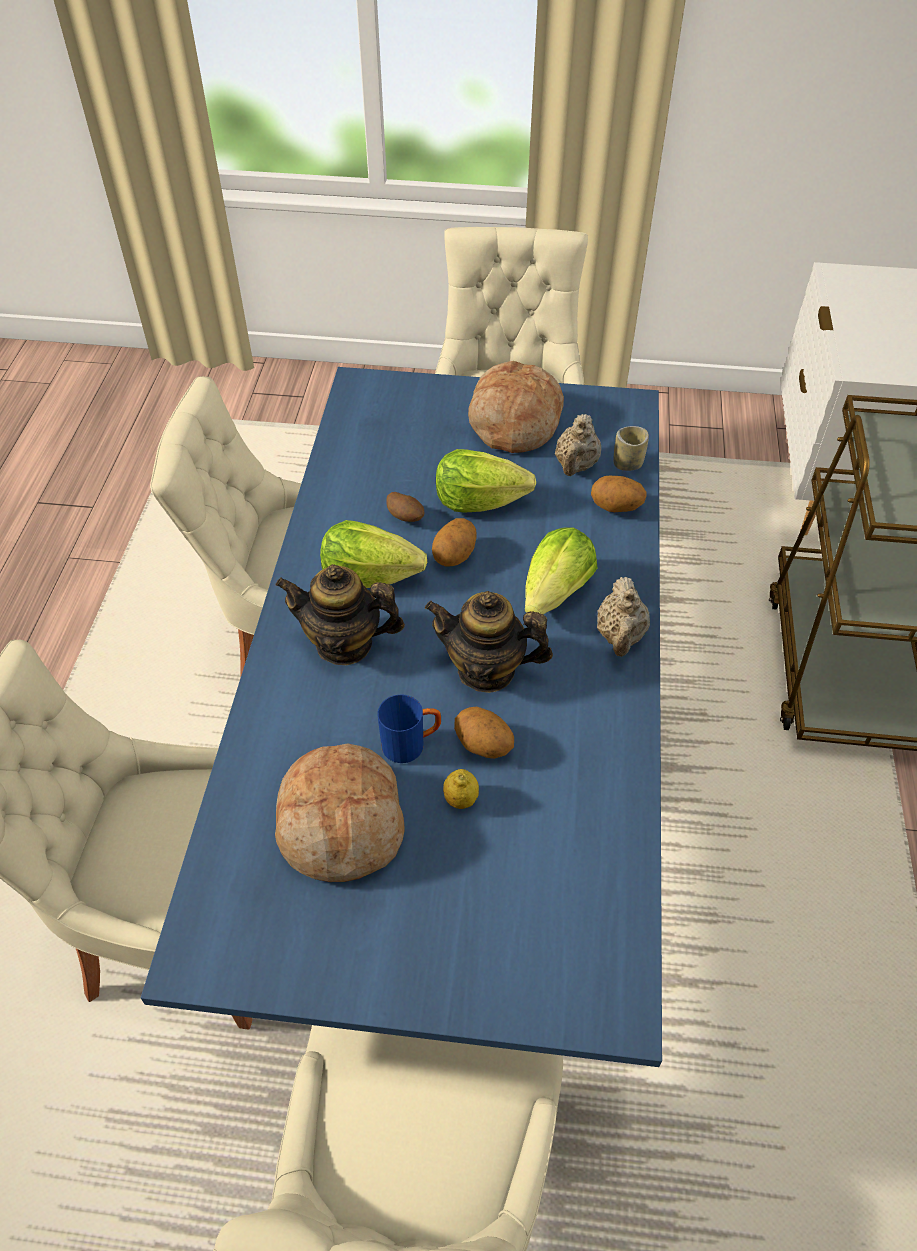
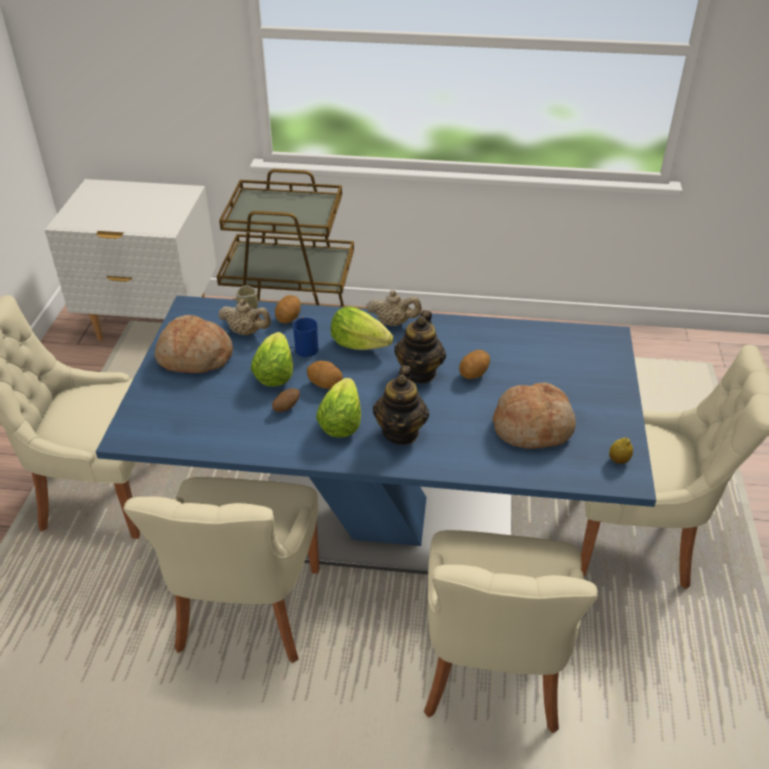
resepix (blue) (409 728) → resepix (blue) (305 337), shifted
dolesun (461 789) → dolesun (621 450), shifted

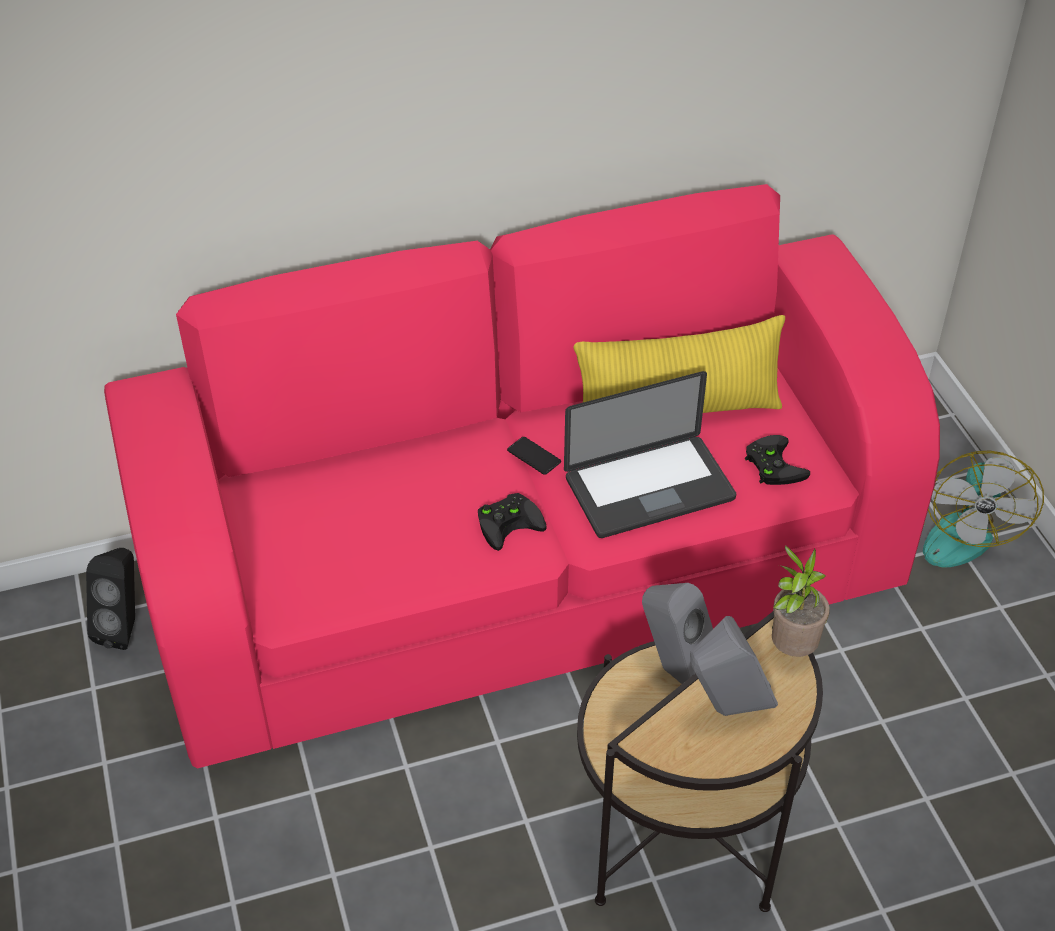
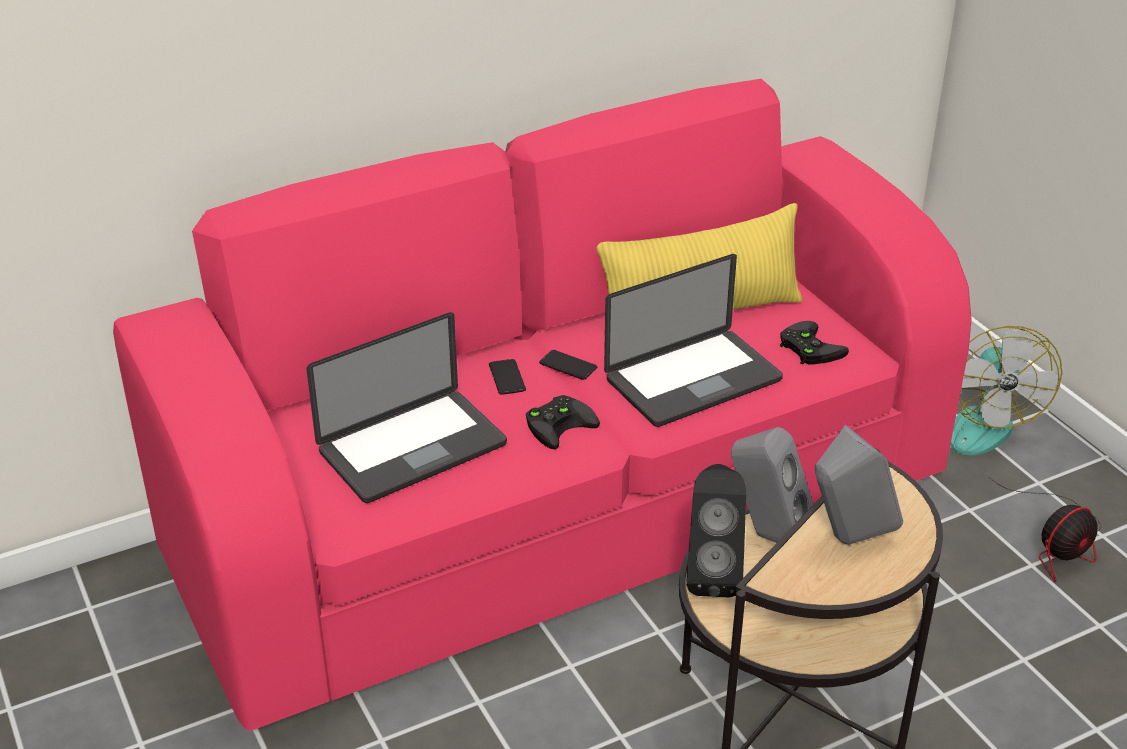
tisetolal (801 601) → -
- → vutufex (407 407)
- → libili (507 377)
- → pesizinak (1045 529)
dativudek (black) (110 599) → dativudek (black) (716 531), shifted

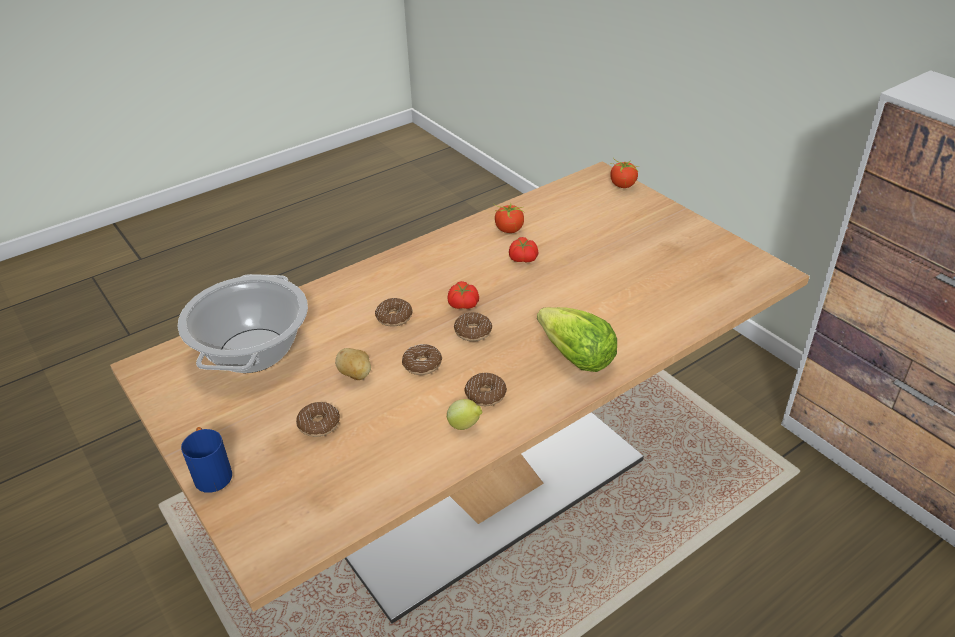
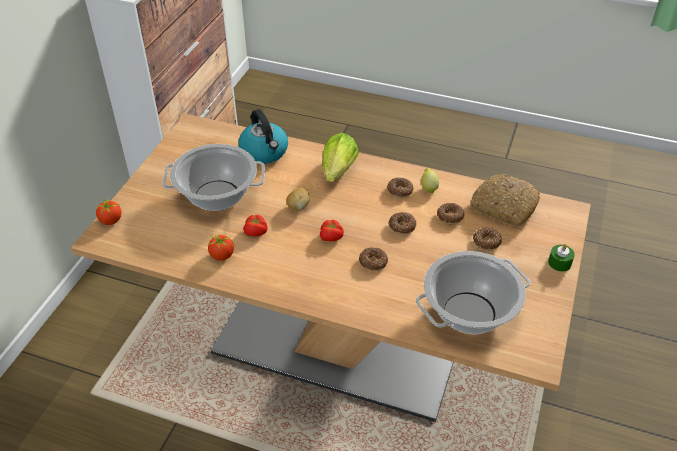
- → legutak (213 177)
- → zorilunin (263 136)
- → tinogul (505 200)
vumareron (353 364) → vumareron (298 199), shifted
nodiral (473 326) → nodiral (451 213), shifted
resepix (blue) (206 460) → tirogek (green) (561 258)

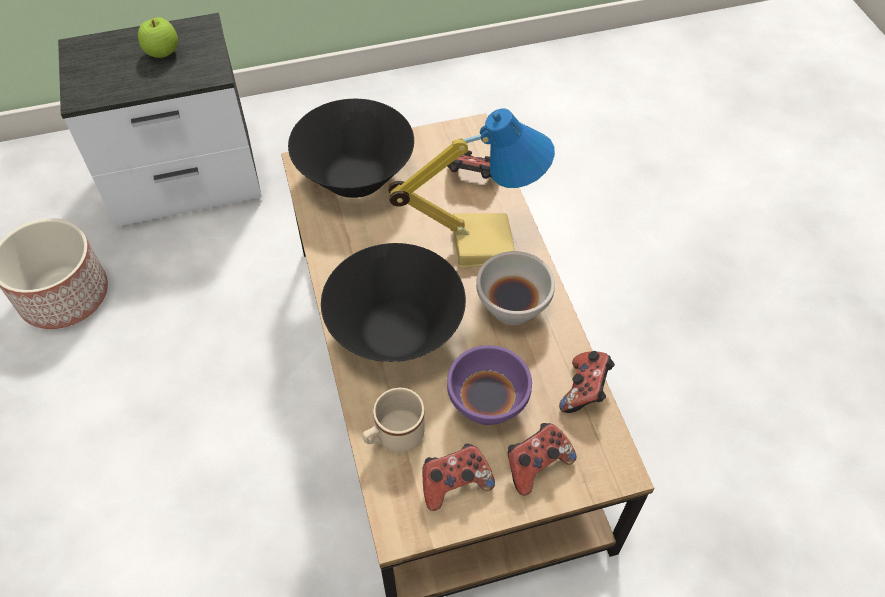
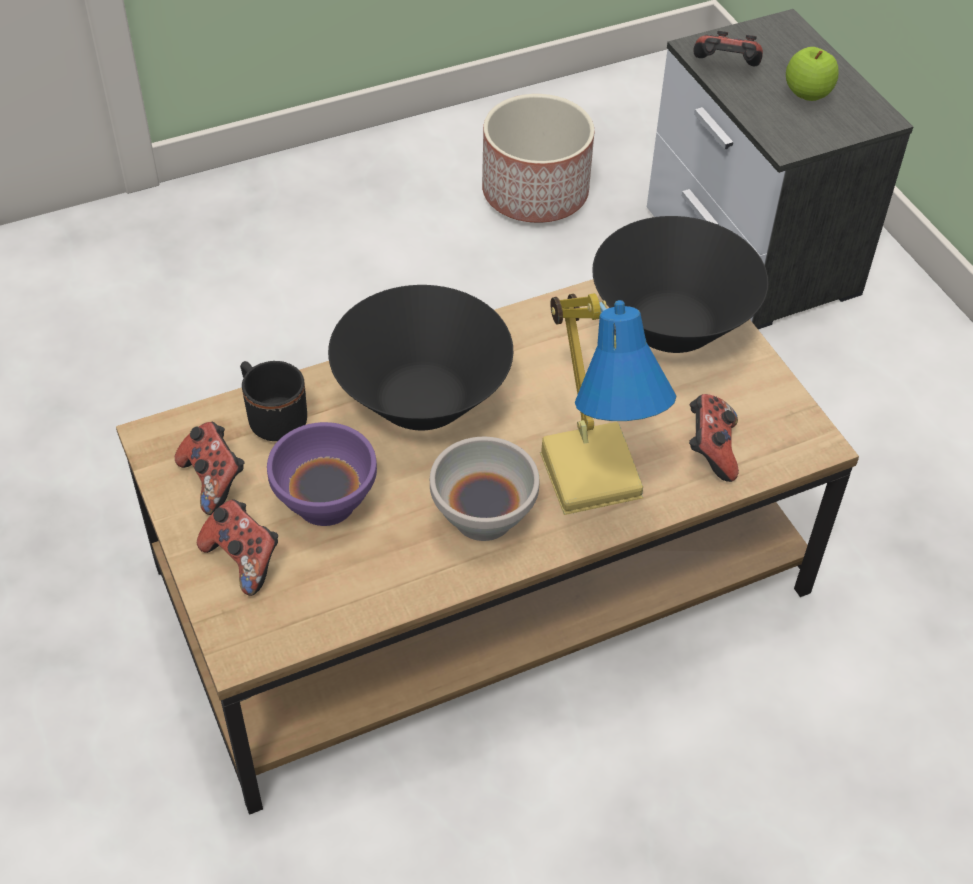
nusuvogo (587 382) → nusuvogo (728 48), shifted
resepix (beige) (393 420) → resepix (black) (273 401)

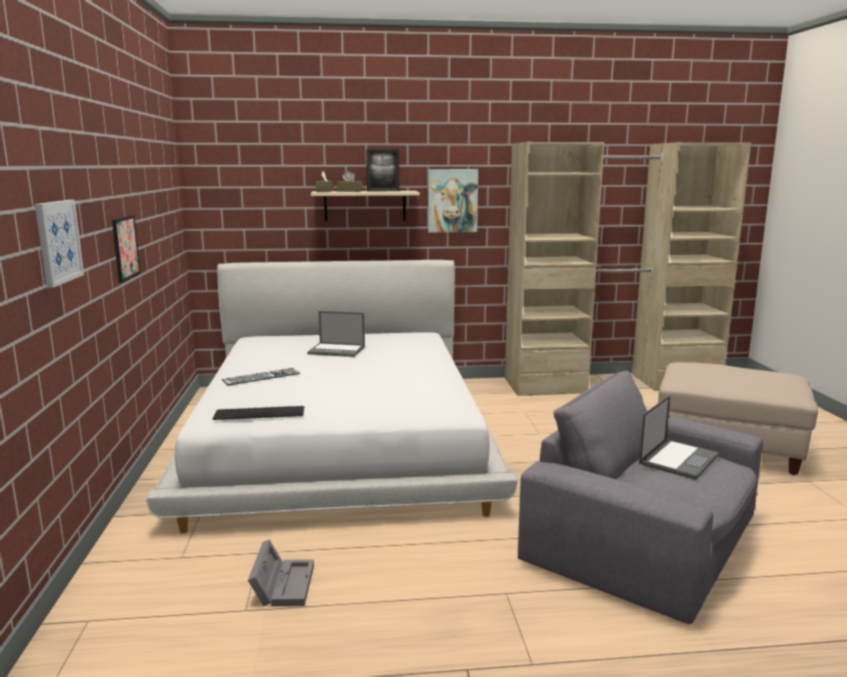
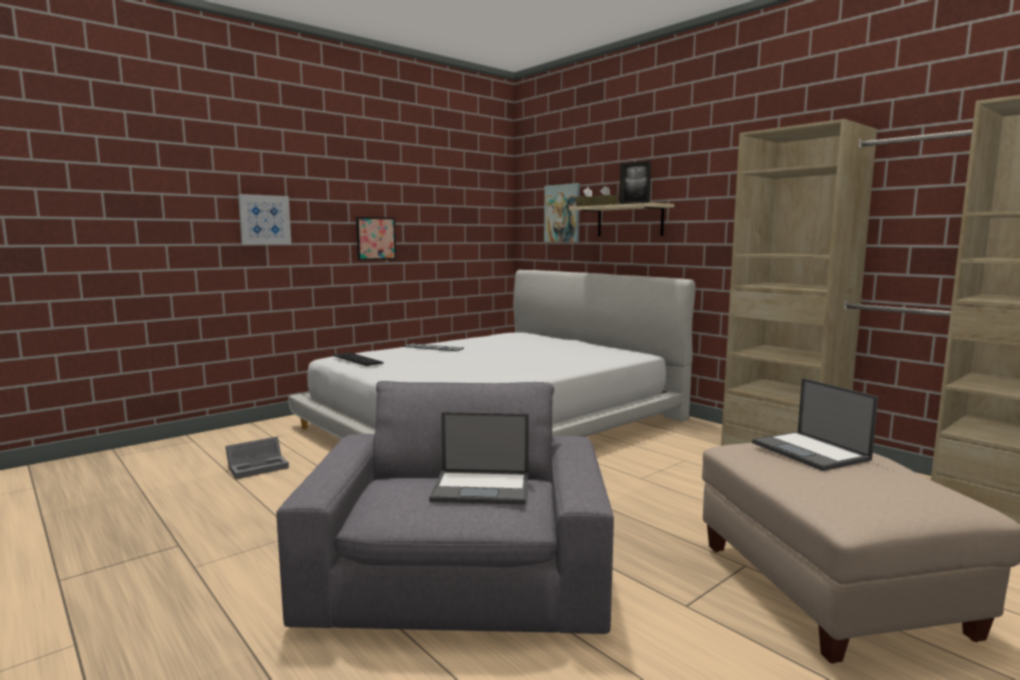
vutufex (336 334) → vutufex (815 424), shifted
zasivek (453 201) → zasivek (562 212), shifted

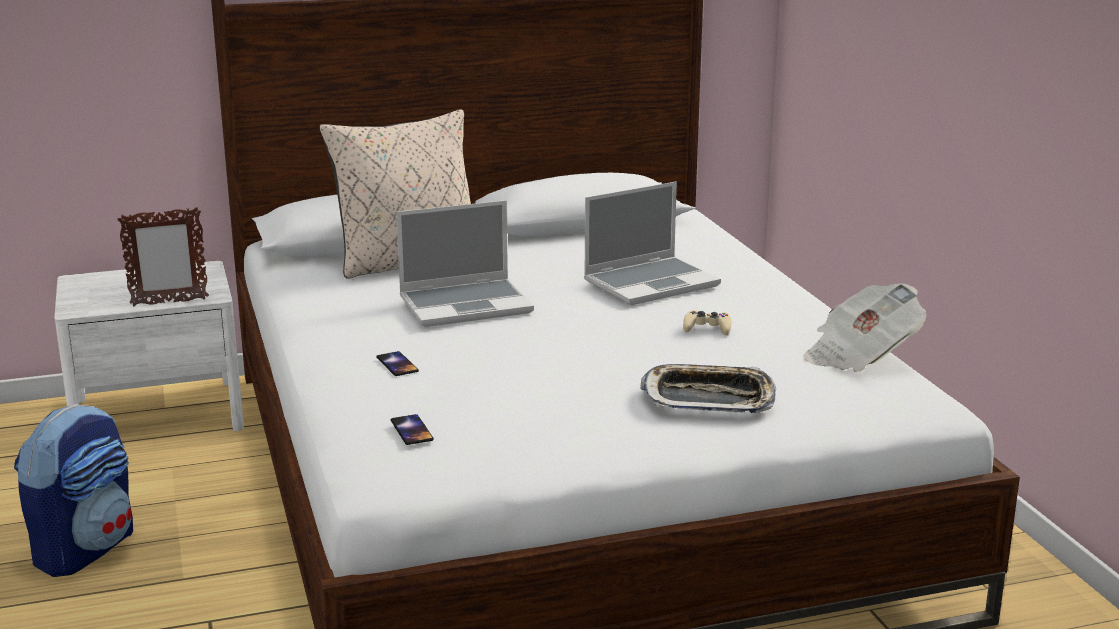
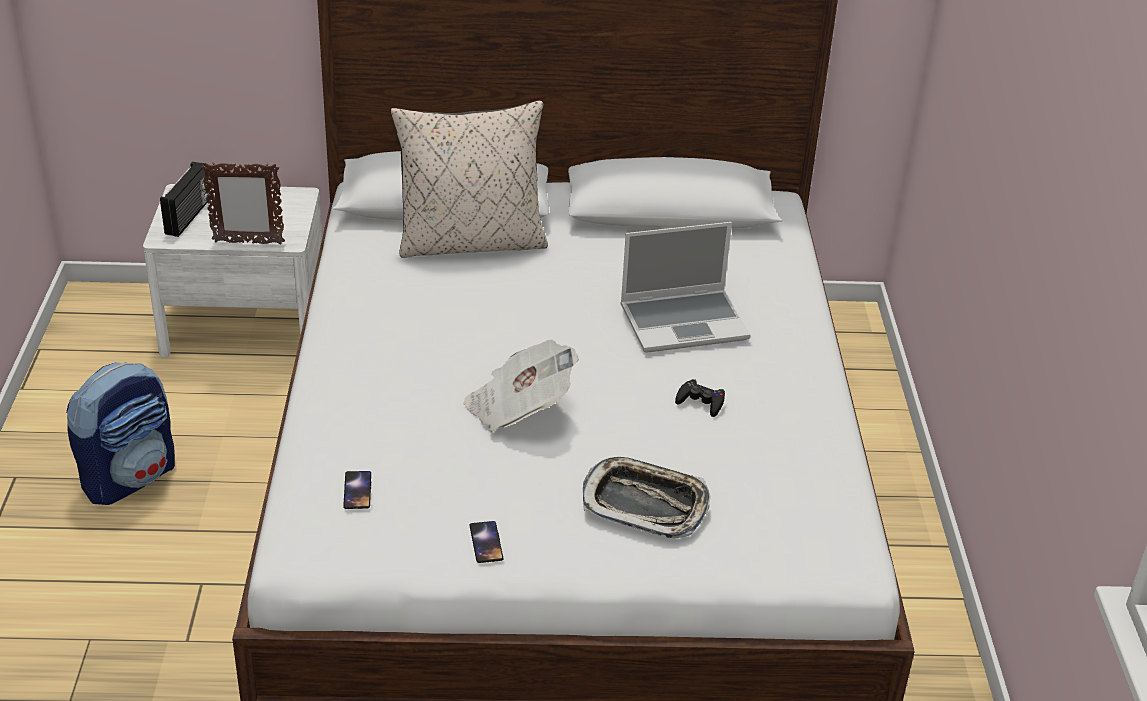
vutufex (465 263) → -
- → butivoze (184 199)
libili (397 363) → libili (487 542), shifted
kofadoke (865 327) → kofadoke (521 386), shifted
nusuvogo (beige) (707 322) → nusuvogo (black) (700 398)

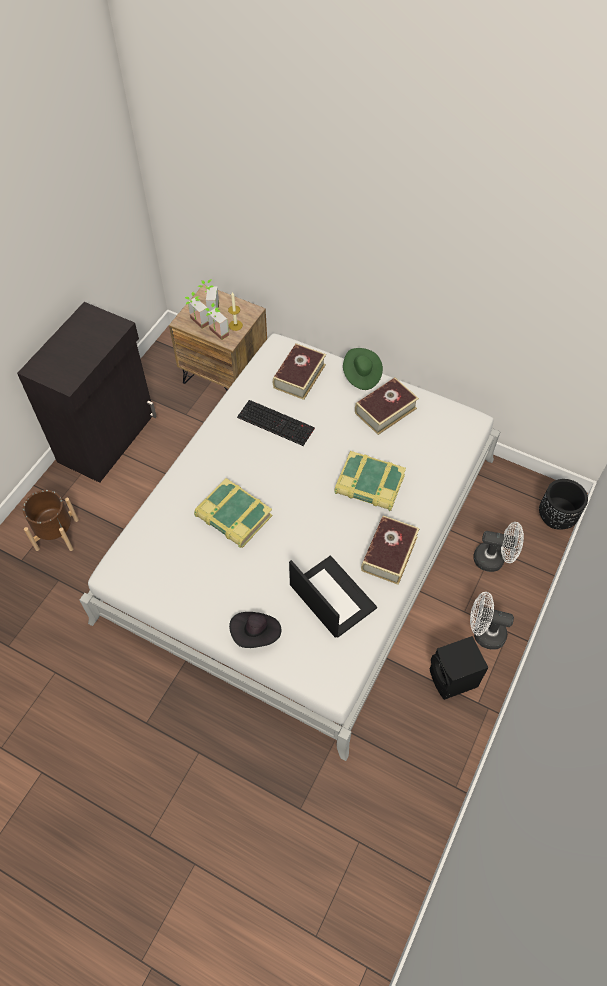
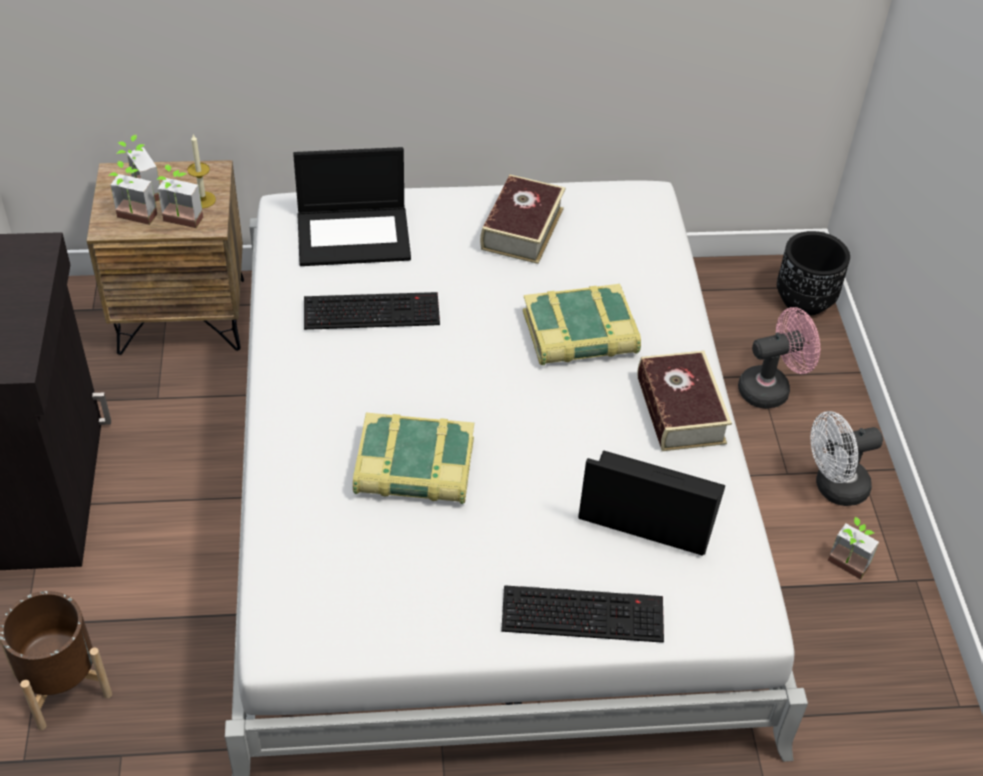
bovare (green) (363 369) → -
bovare (black) (255 630) → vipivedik (582 614)
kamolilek (299 371) → vutufex (352 206)
dativudek (black) (459 668) → tisetolal (853 548)
pesizinak (white) (499 547) → pesizinak (pink) (779 358)

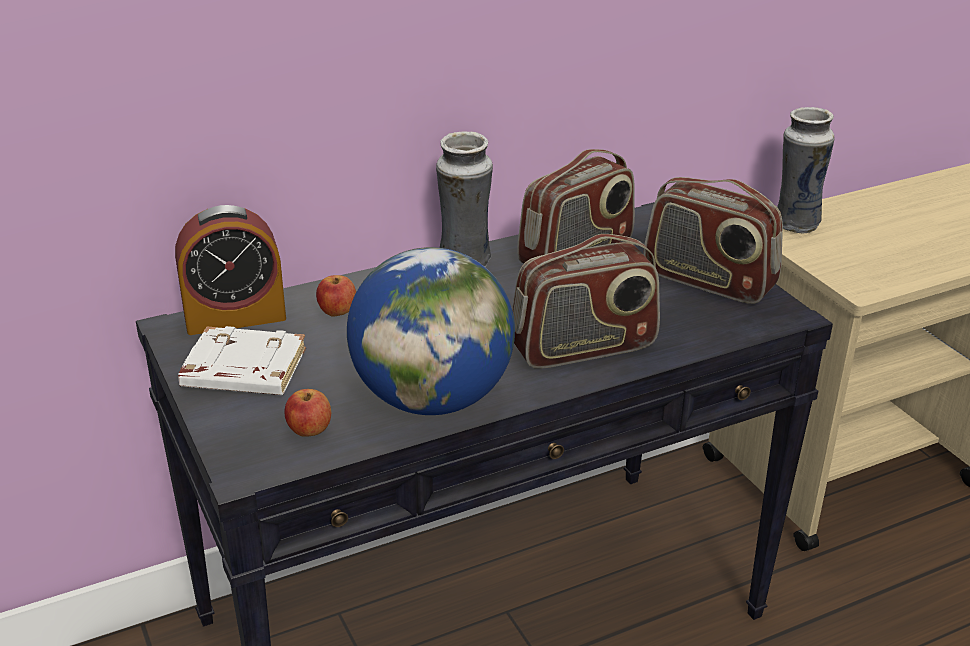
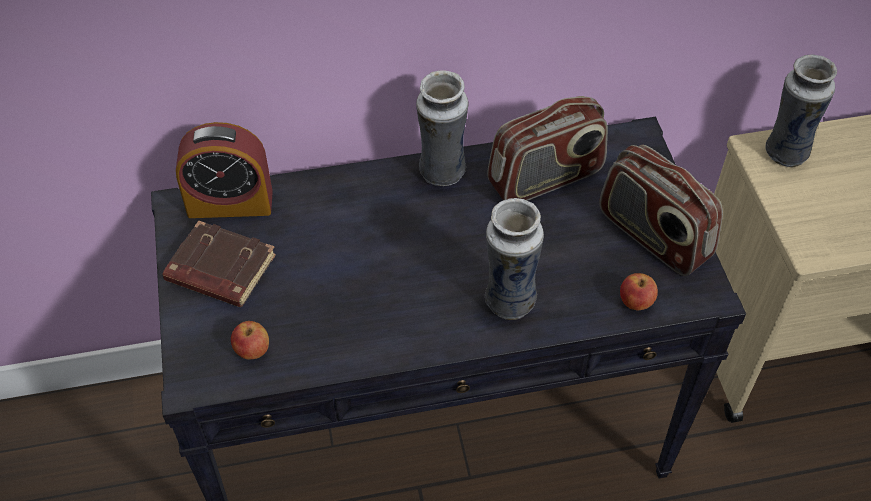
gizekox (431 331) → -
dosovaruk (336 295) → dosovaruk (639 291), shifted
butivoze (586 301) → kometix (514 259)
kamolilek (white) (242 360) → kamolilek (brown) (219 264)

